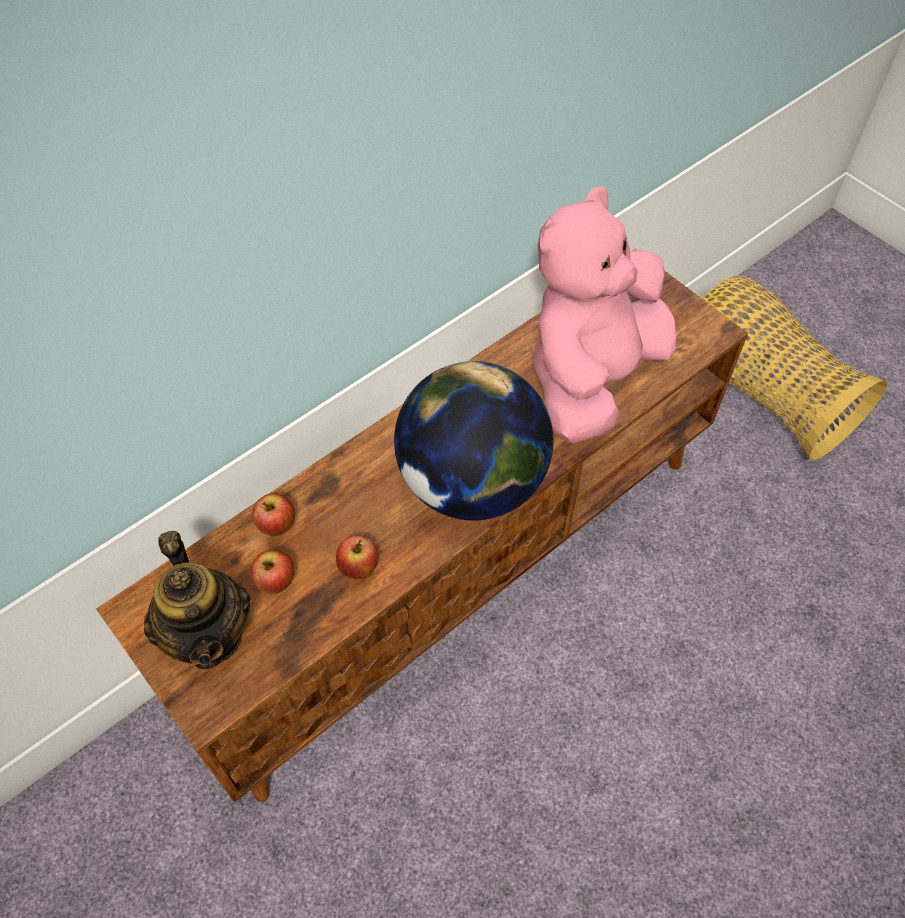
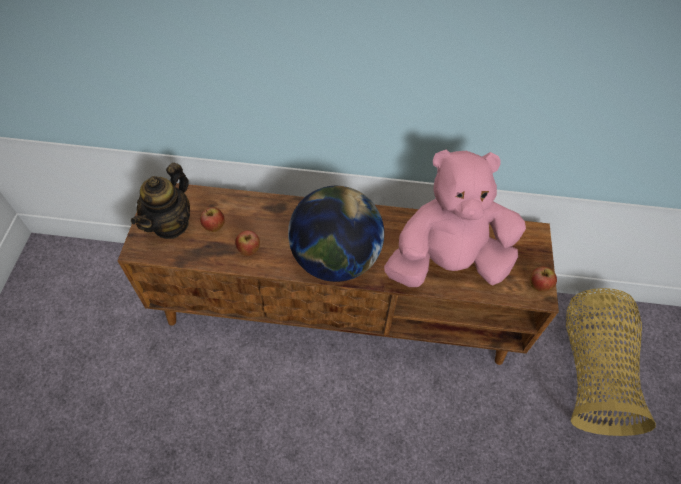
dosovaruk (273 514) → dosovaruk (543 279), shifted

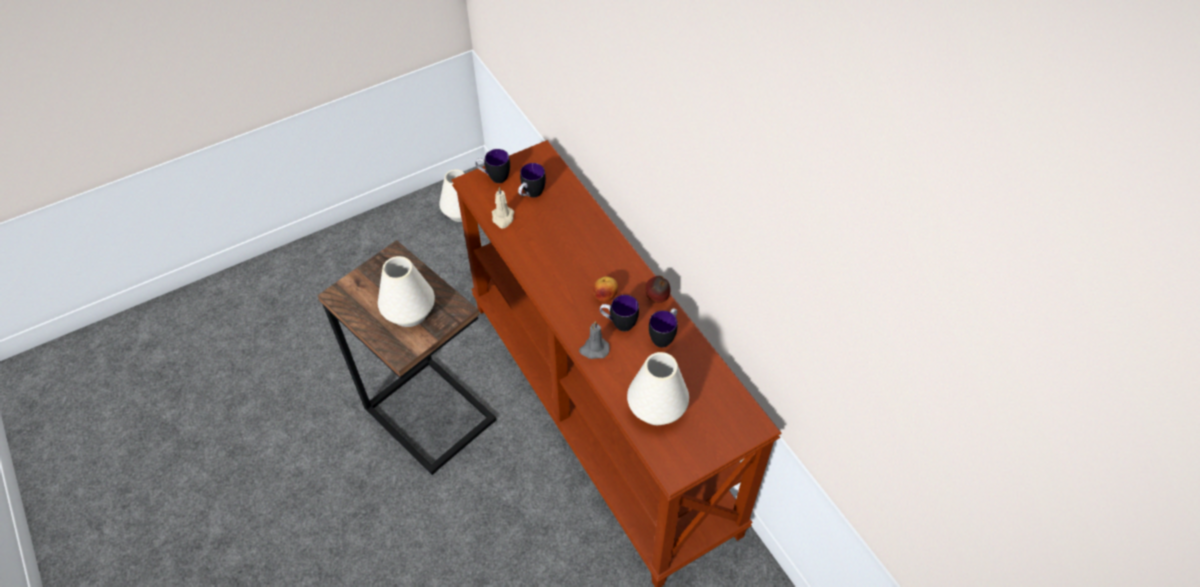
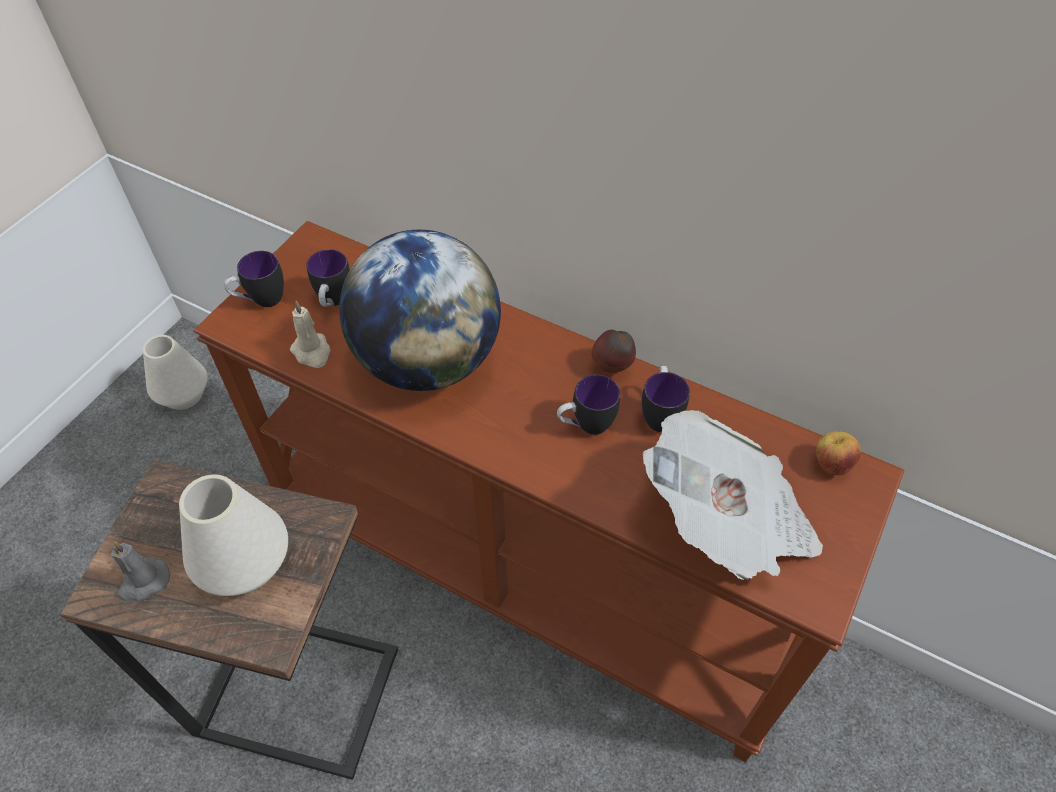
- → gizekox (420 310)
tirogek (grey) (594 340) → tirogek (grey) (140 571), shifted
dosovaruk (605 288) → dosovaruk (838 453), shifted
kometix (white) (658 388) → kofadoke (733 495)

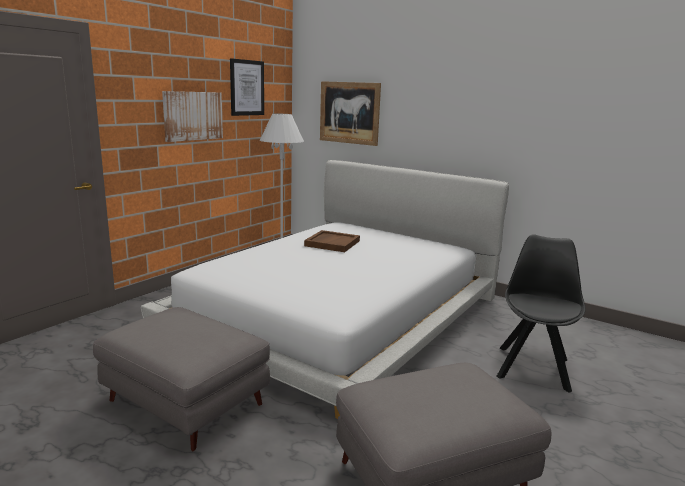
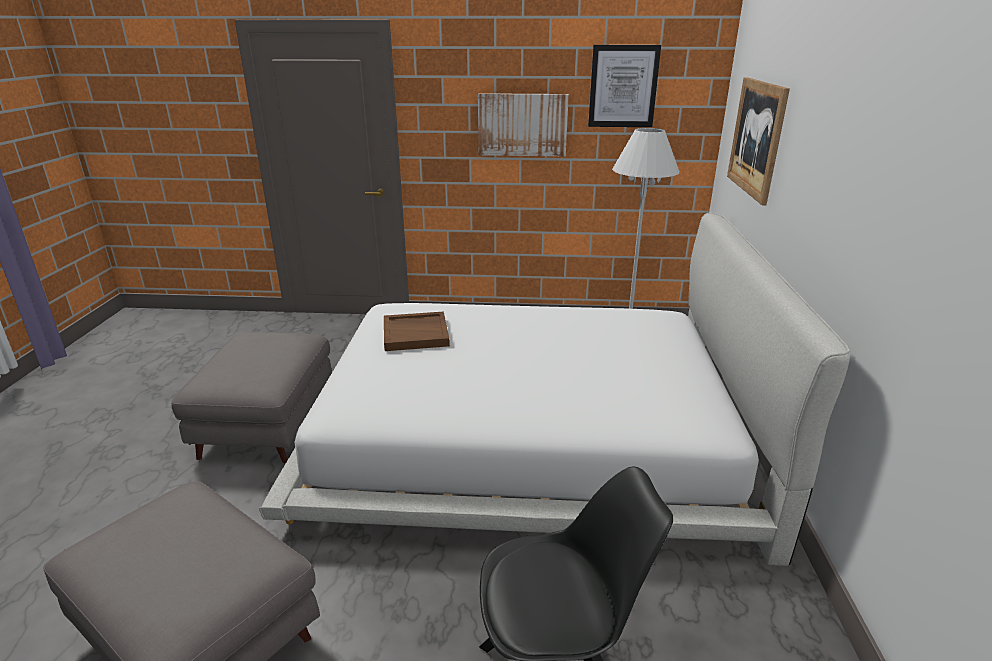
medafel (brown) (332 241) → medafel (brown) (417 331), shifted

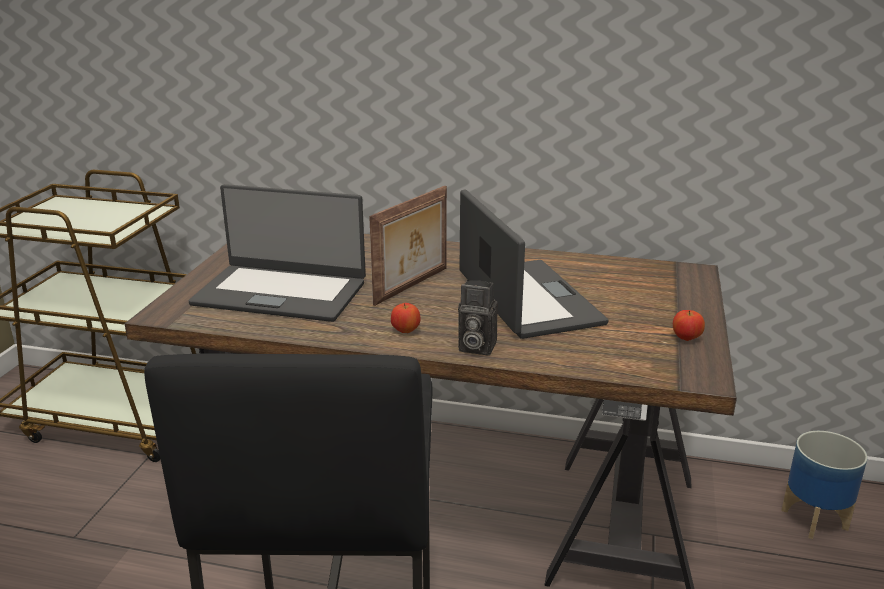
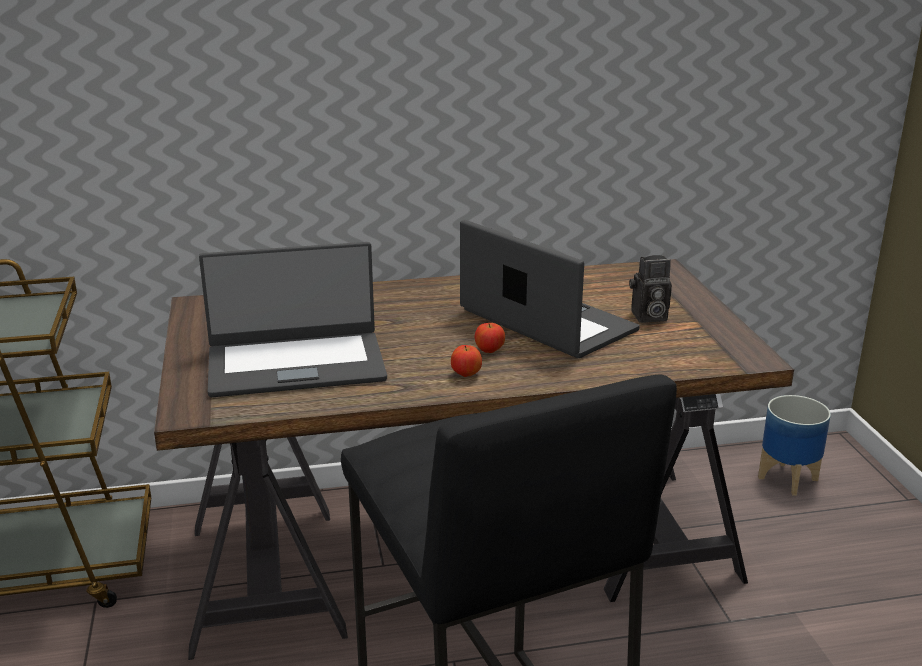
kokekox (408 246) → -
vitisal (478 318) → vitisal (650 289), shifted
dosovaruk (689 325) → dosovaruk (490 338), shifted

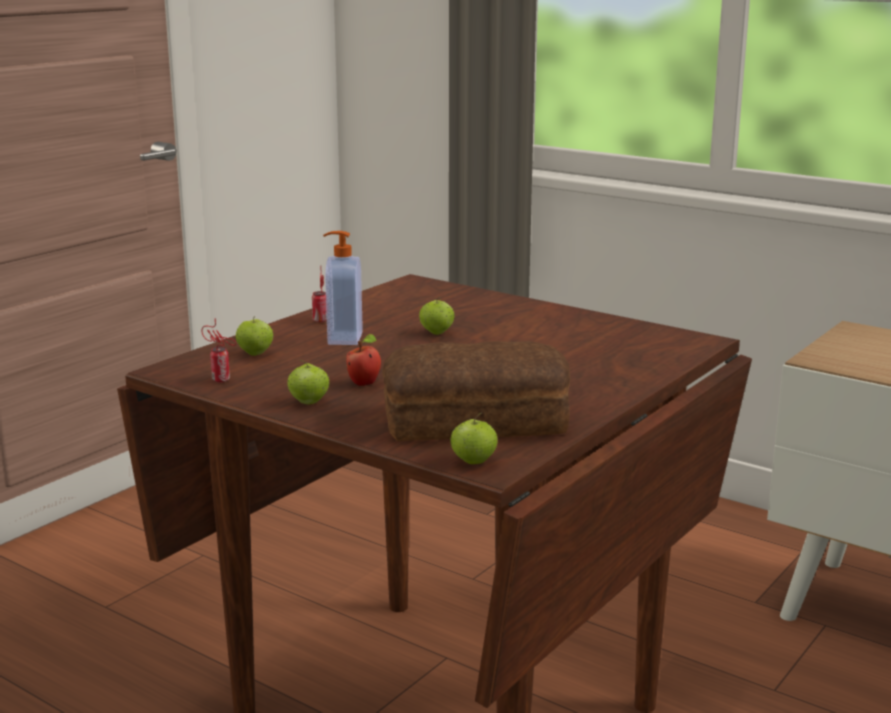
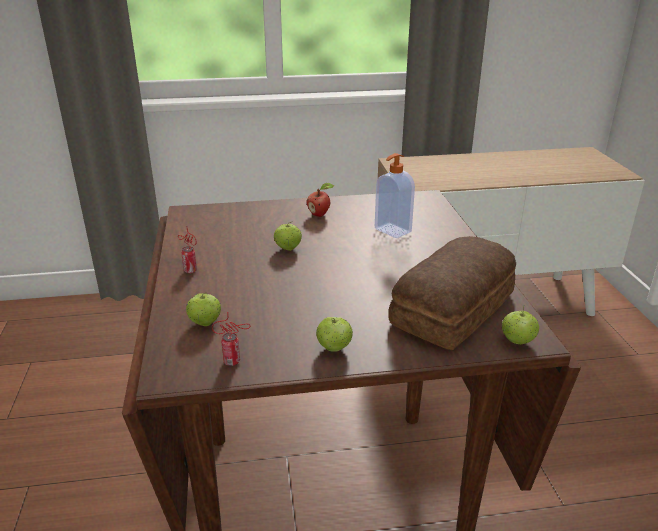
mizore (343 288) → mizore (395 195), shifted
dosovaruk (363 360) → dosovaruk (320 200), shifted

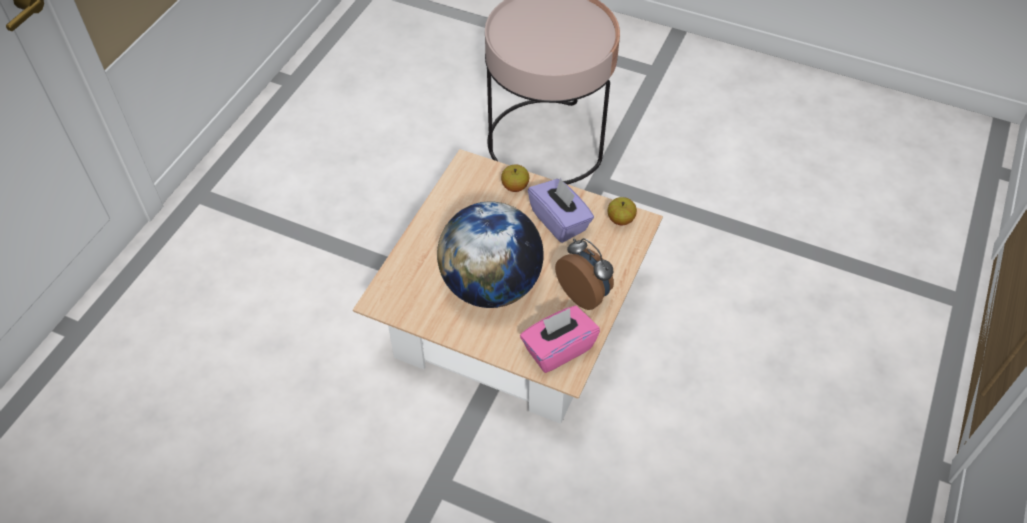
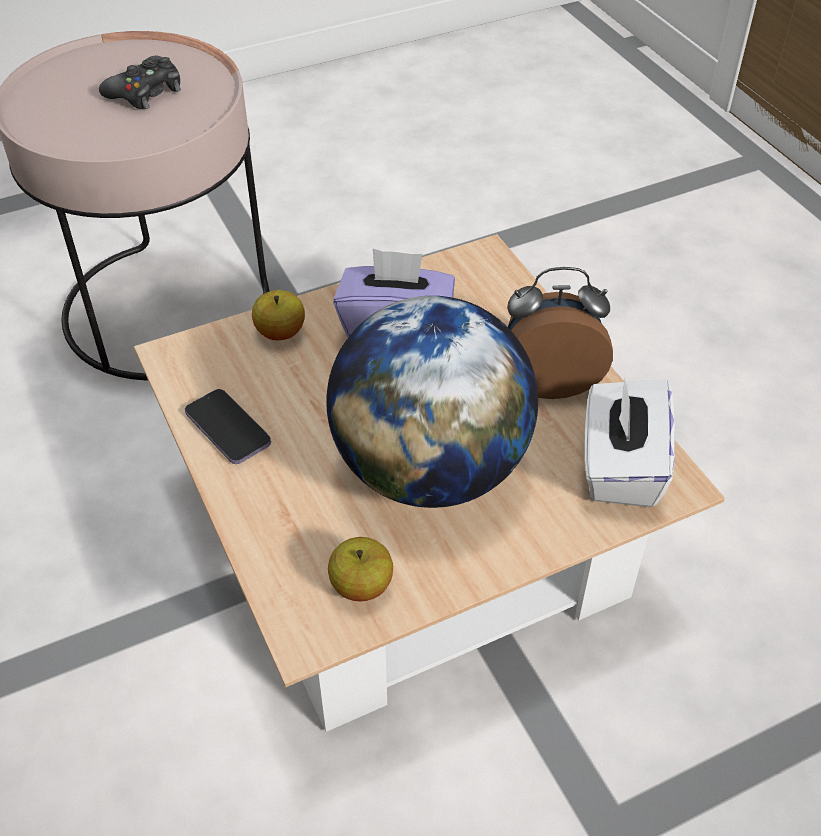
- → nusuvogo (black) (140 82)
- → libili (228 426)
dosovaruk (622 211) → dosovaruk (360 569), shifted
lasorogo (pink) (560 339) → lasorogo (white) (629 442)

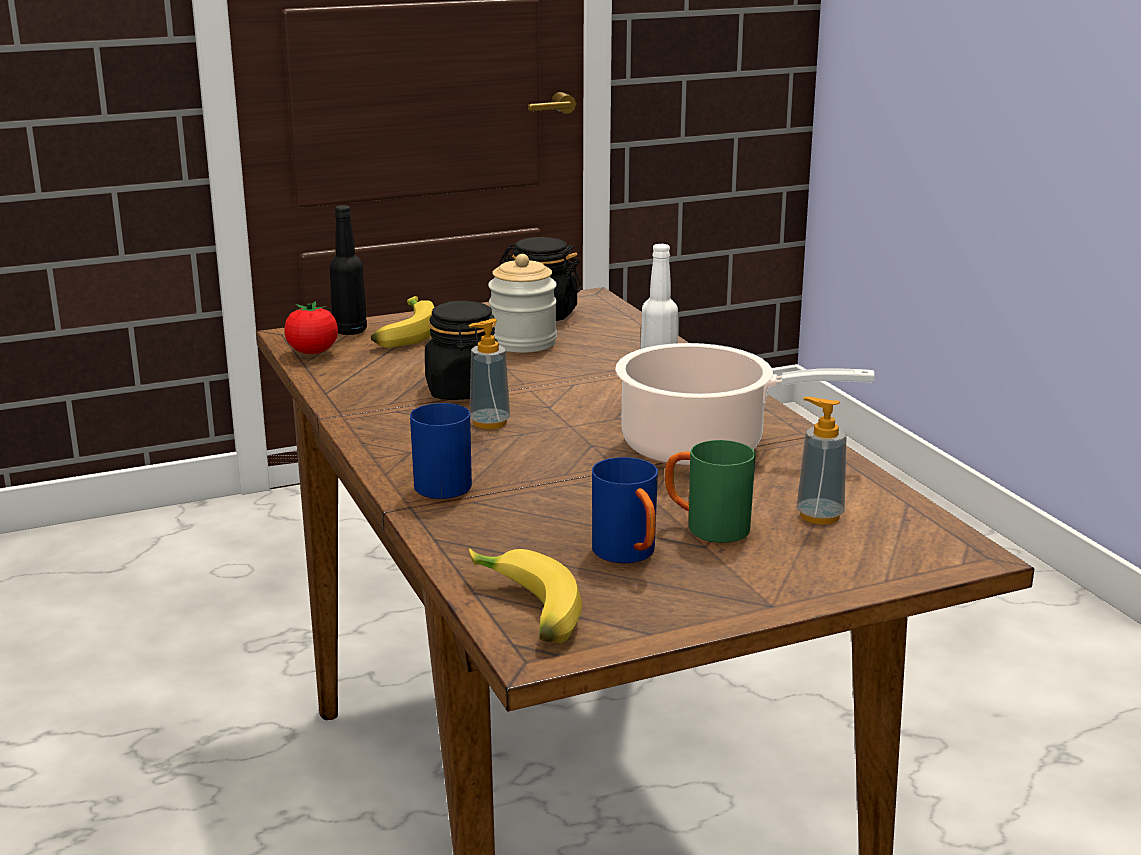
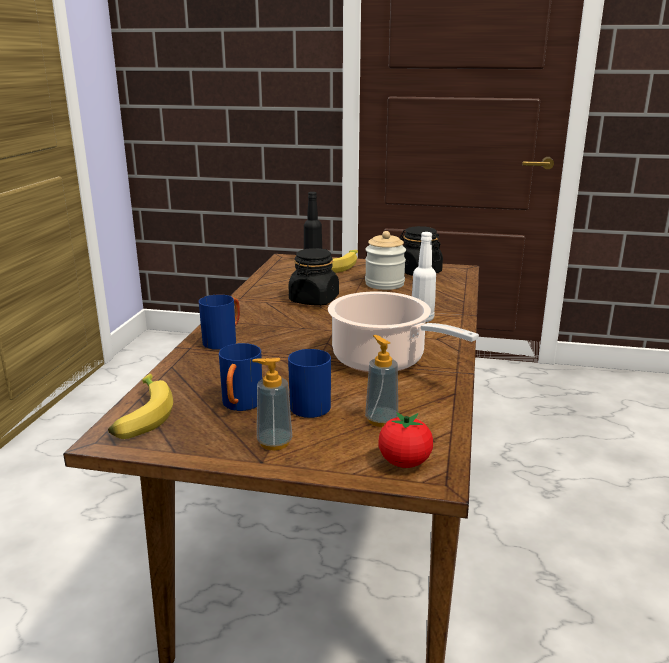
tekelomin (311 327) → tekelomin (405 440), shifted
mizore (489 373) → mizore (272 404), shifted
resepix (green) (710 491) → resepix (blue) (309 383)

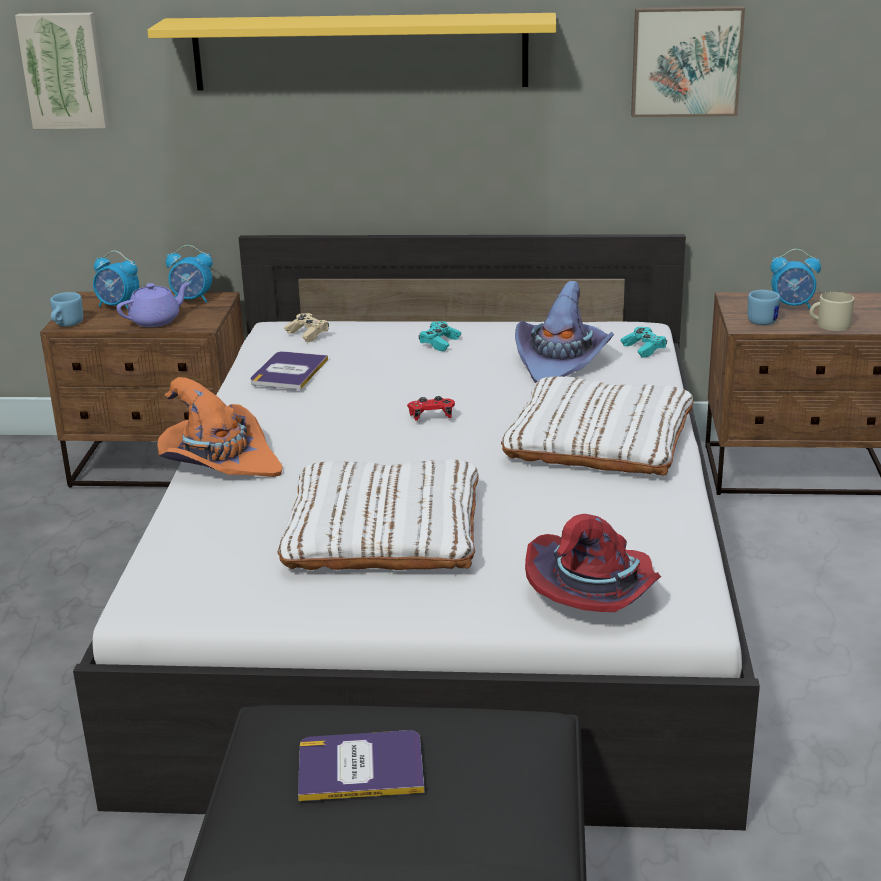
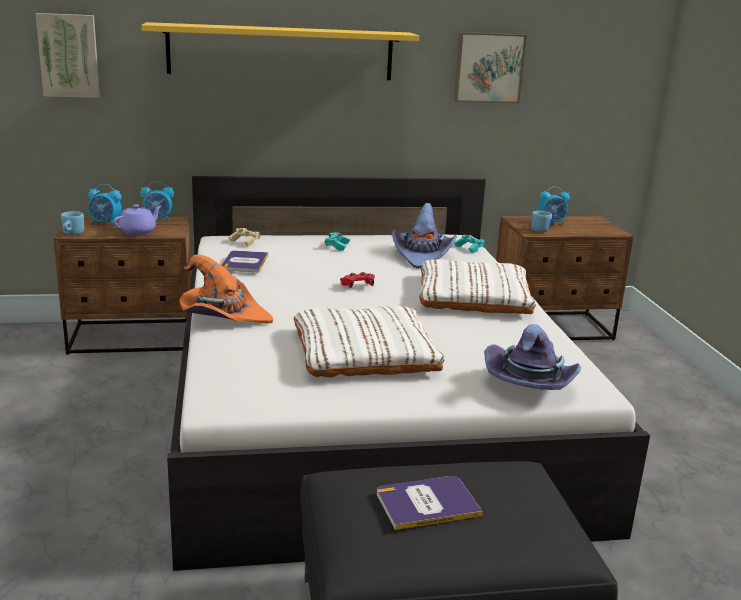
resepix (beige) (832 311) → -
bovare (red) (593 563) → bovare (purple) (532 357)

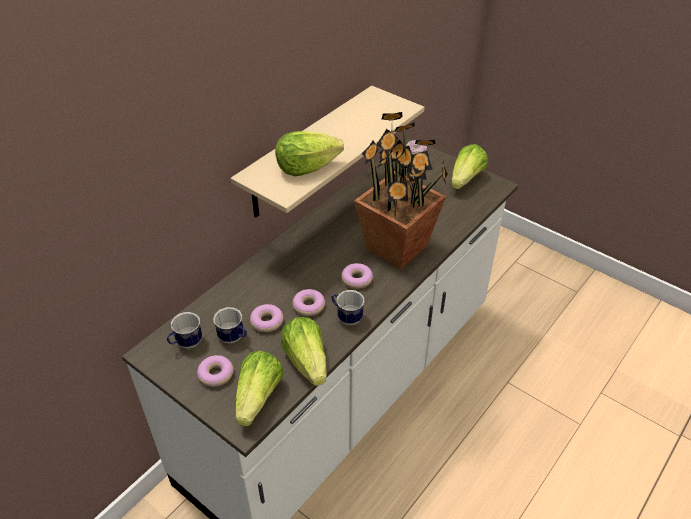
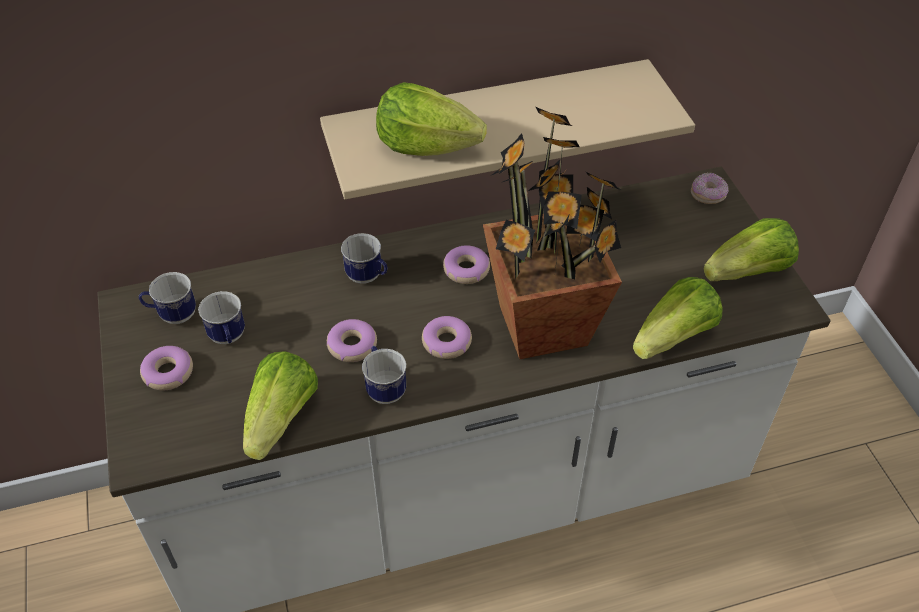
- → resepix (364 258)
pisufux (260 389) → pisufux (678 318), shifted
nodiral (266 318) → nodiral (466 264), shifted

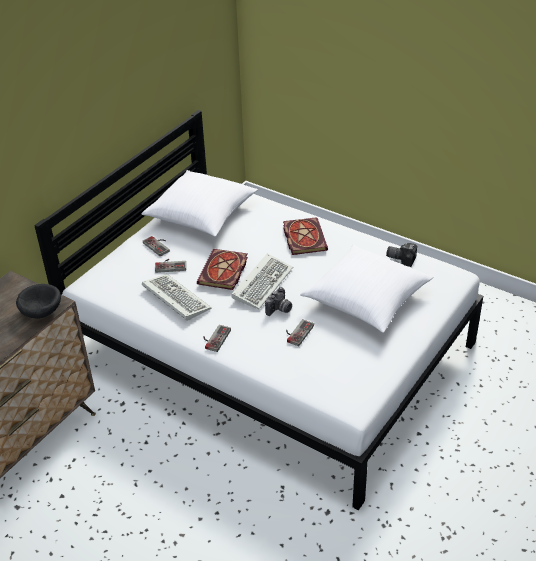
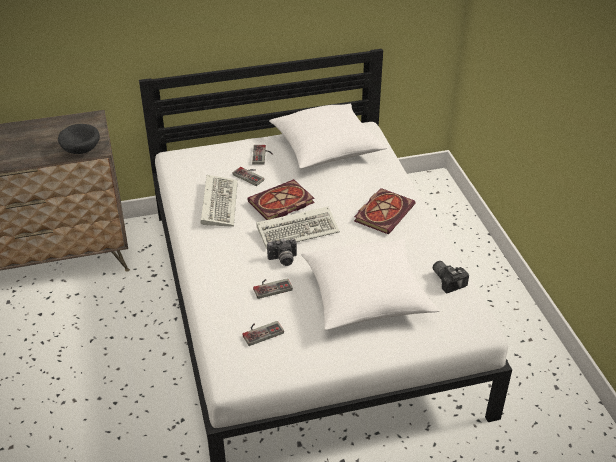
nusuvogo (217 338) → nusuvogo (263 333), shifted

